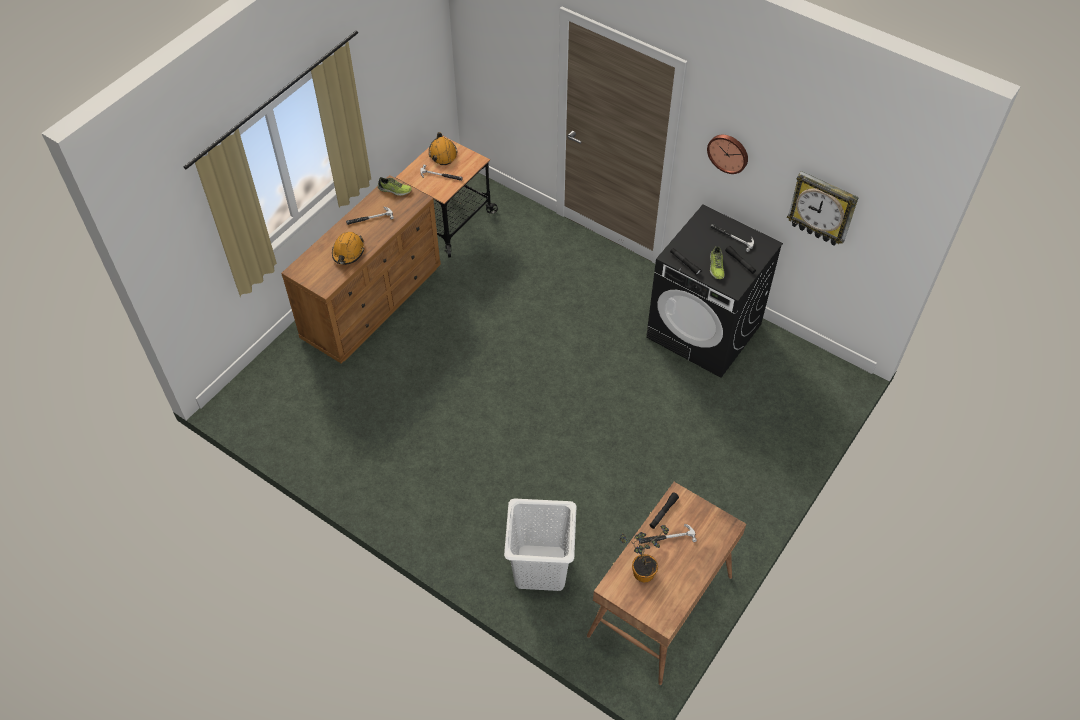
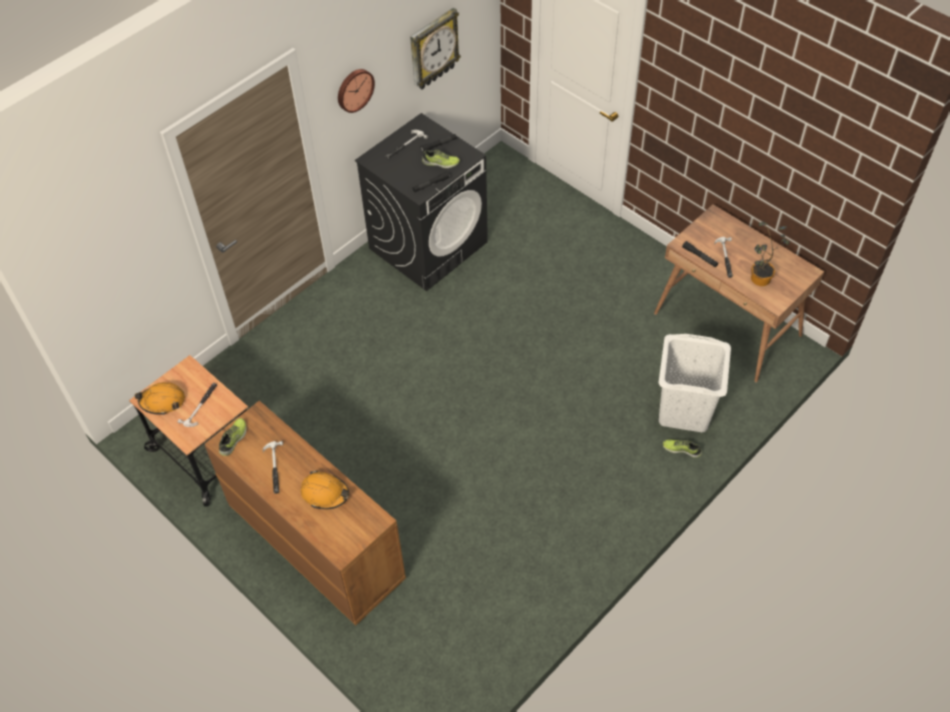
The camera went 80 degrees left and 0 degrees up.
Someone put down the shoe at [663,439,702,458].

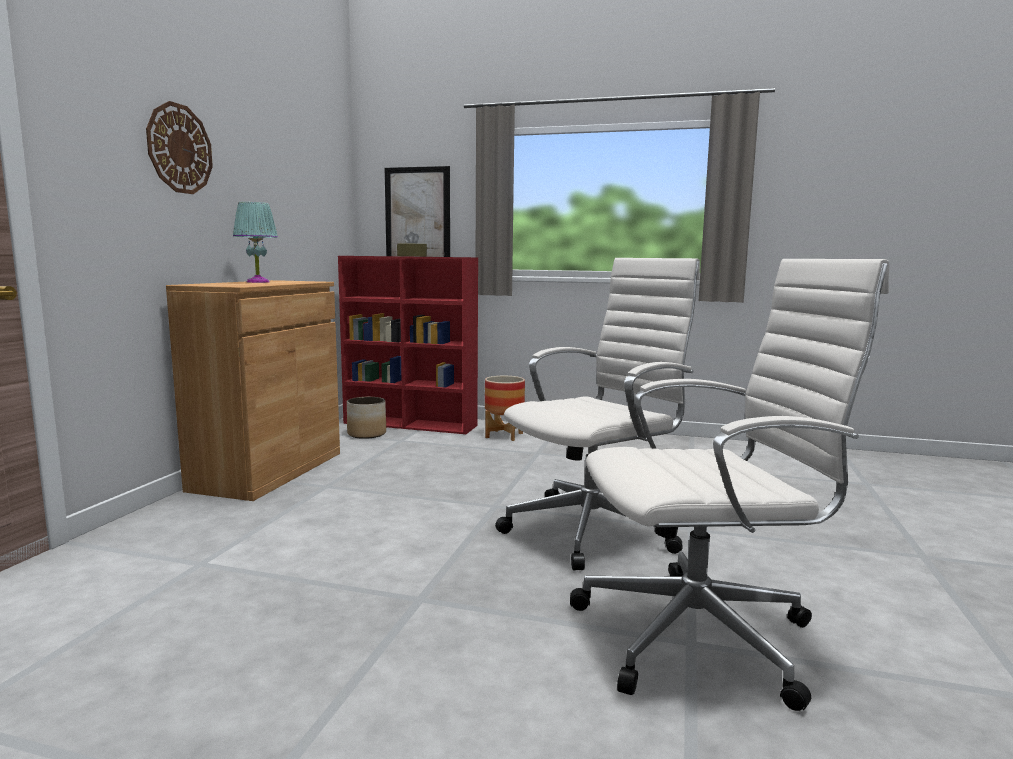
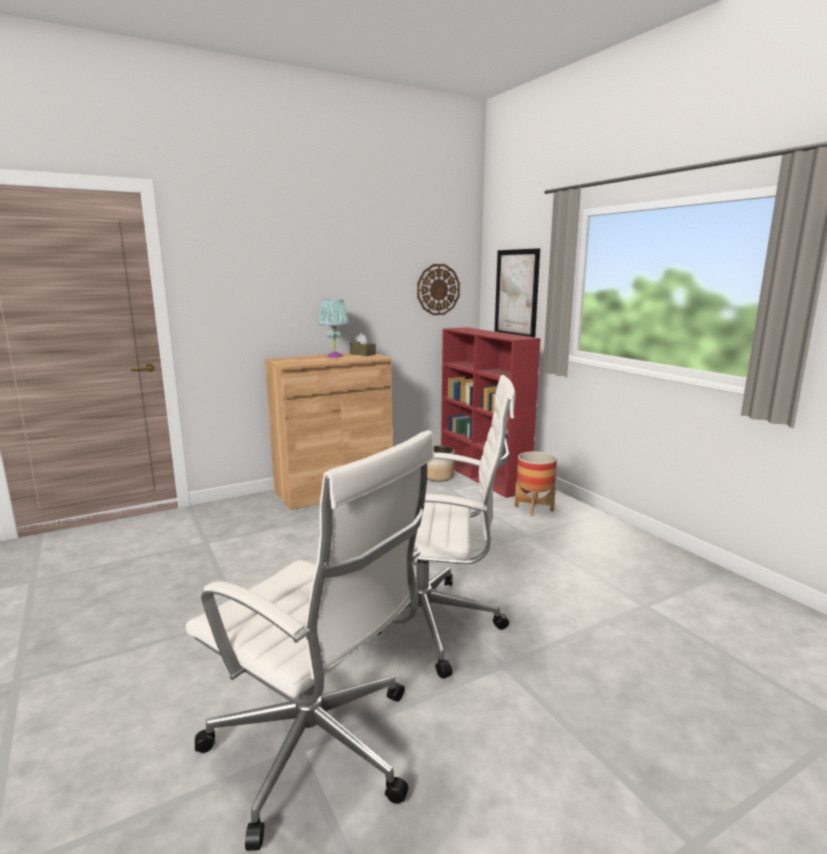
The camera went 45 degrees right and 5 degrees up.
Someone carried the wall clock from [146,101,213,194] to [417,264,460,315].
Someone carried the brown-coloured box of tissues from [397,232,427,256] to [350,333,376,356].

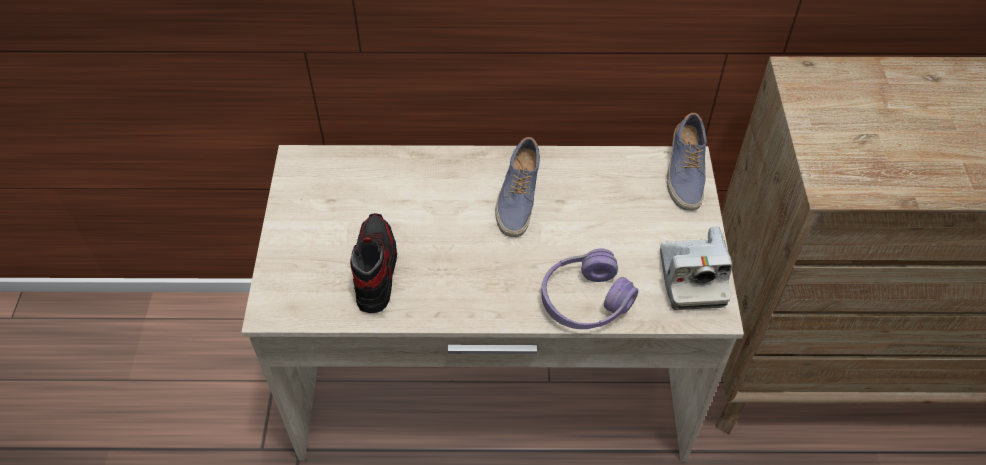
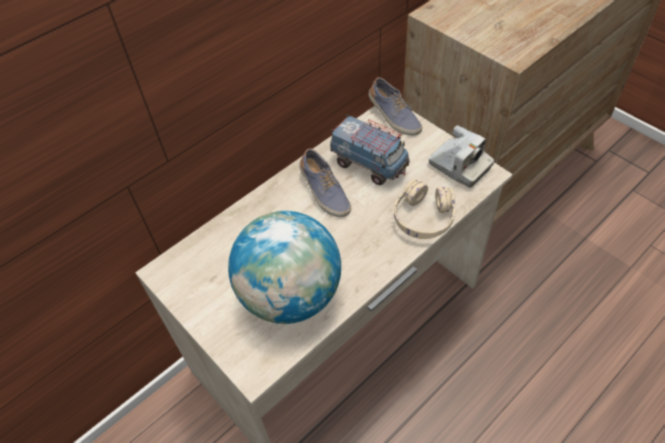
The camera went 40 degrees left and 0 degrees up.
Someone put down the toy truck at [330,114,410,185].
Someone swapped the shoe at [350,213,397,313] for the globe at [228,211,341,324].
Someone repainted the purple pair of headphones at [541,248,638,329], which became the beige-coloured pair of headphones at [394,179,455,239].

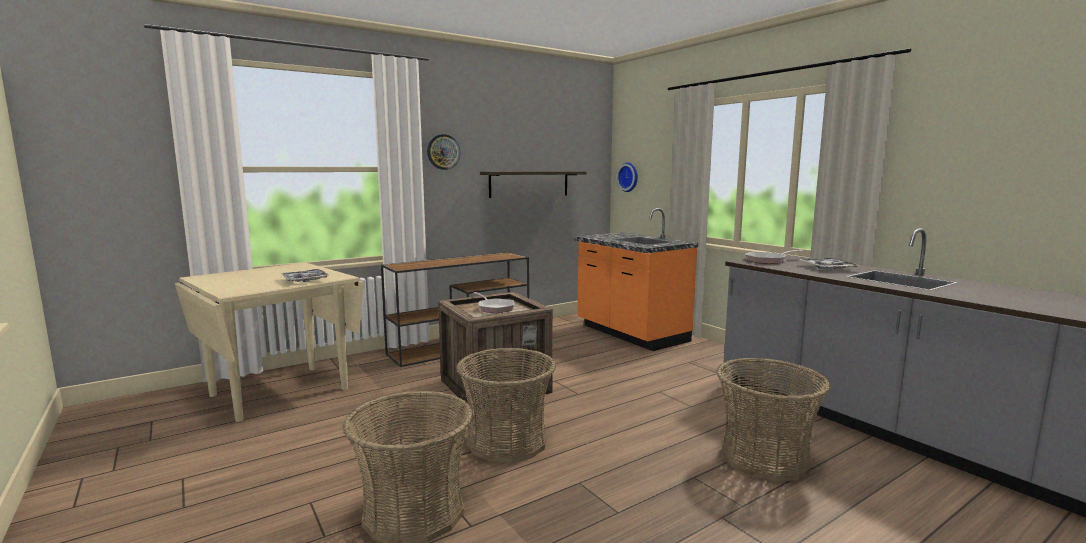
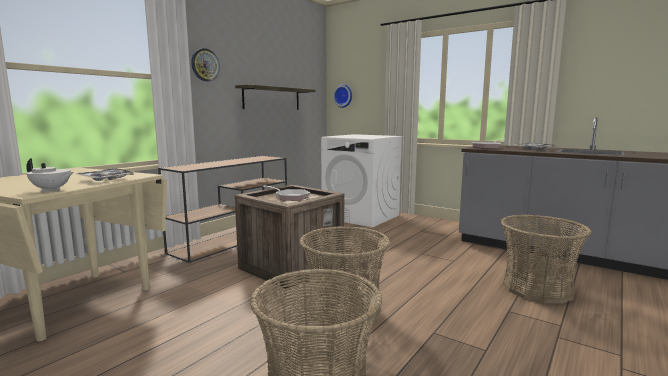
The camera went 20 degrees left and 0 degrees up.
Someone put down the whitish teapot at [26,158,74,192].
Someone swapped the orange-coloured kitchen base unit at [575,208,698,351] for the whitish laundry machine at [321,134,403,227].

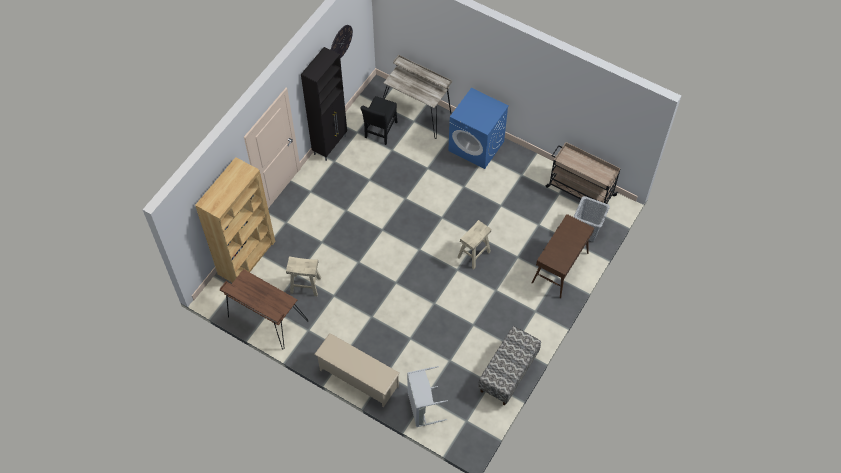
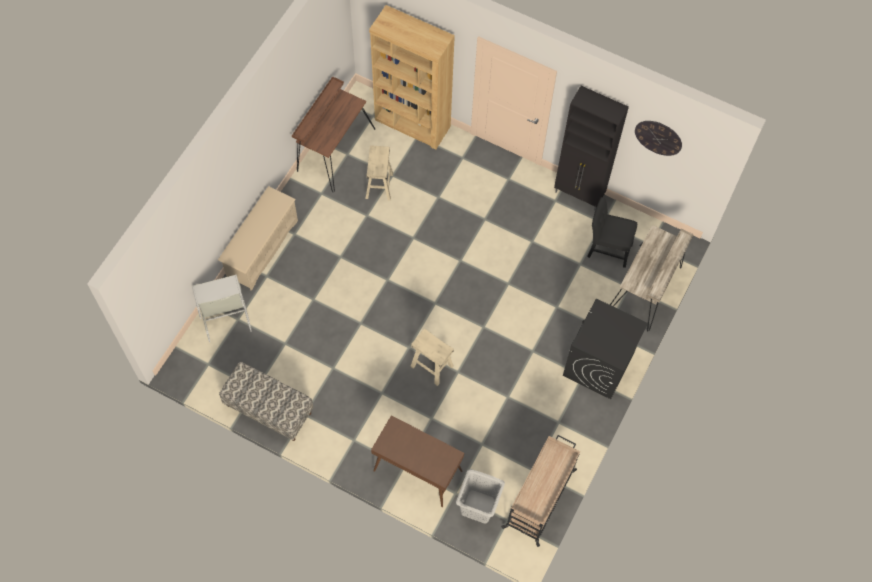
The camera went 85 degrees right and 5 degrees up.
Someone repainted the bluish laundry machine at [448,88,509,169], which became the black-coloured laundry machine at [563,299,648,399].

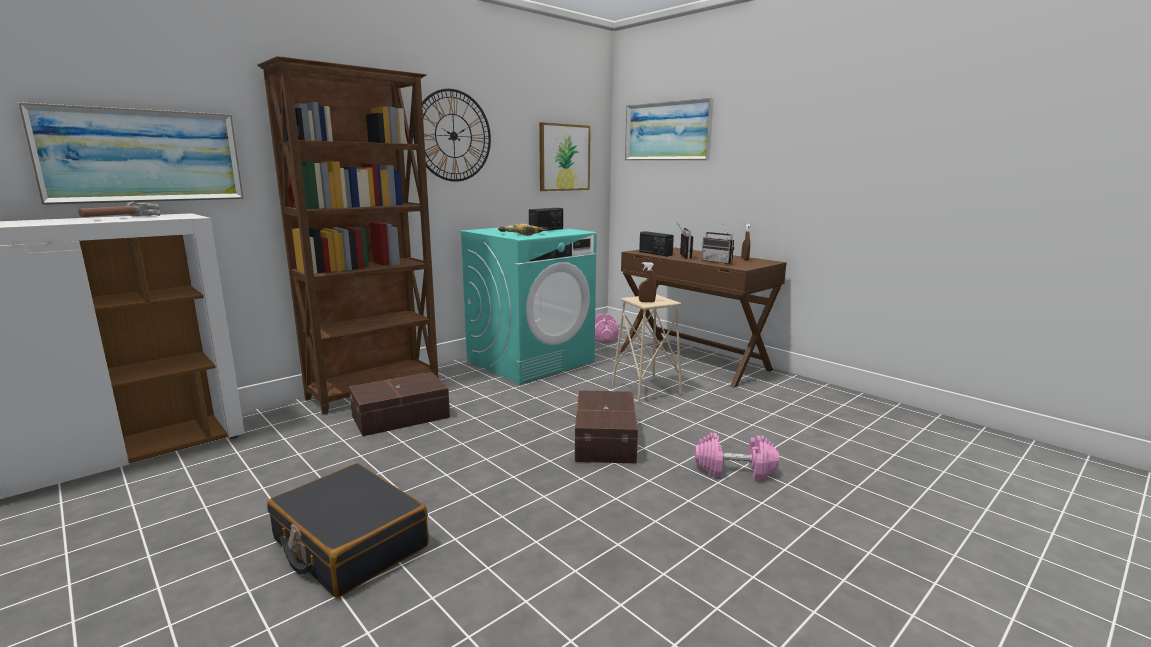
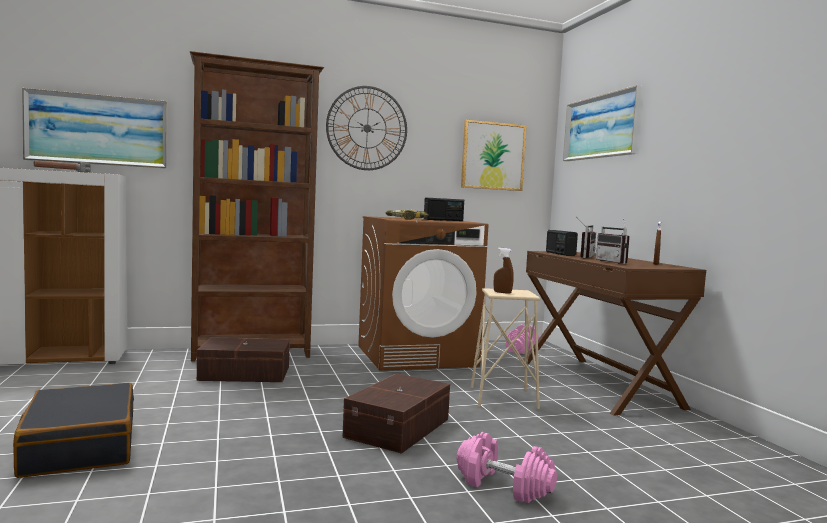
The camera went 25 degrees right and 10 degrees down.
Someone repainted the turquoise laundry machine at [459,228,597,384], which became the brown-coloured laundry machine at [358,216,489,371].

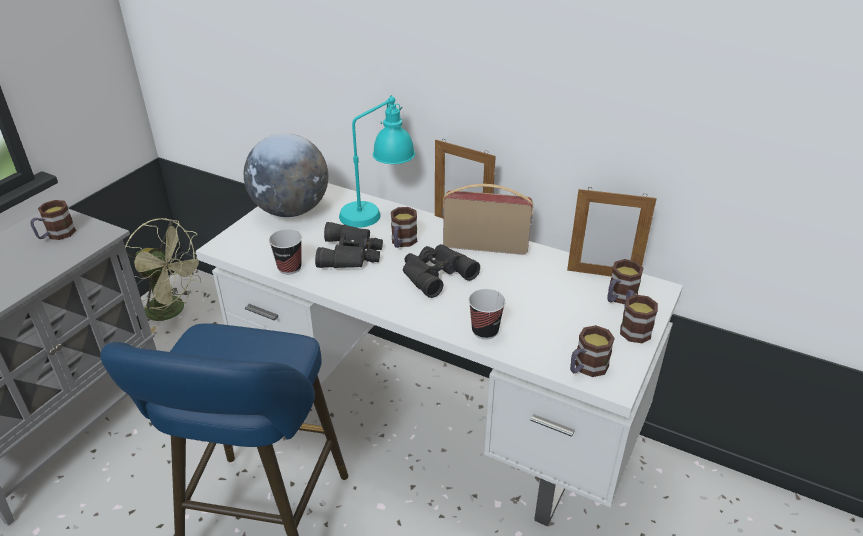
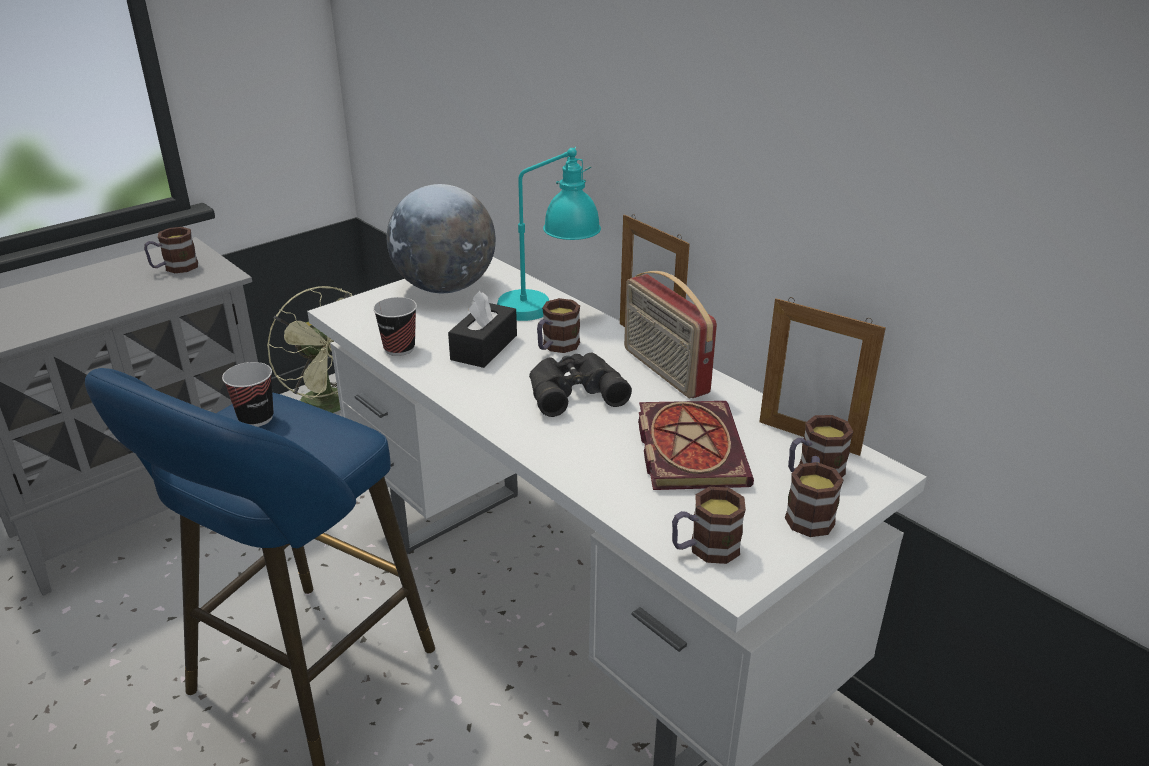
The camera went 20 degrees right and 5 degrees down.
Someone put down the volume at [638,401,754,490].
Someone carried the drinking cup from [468,289,506,339] to [222,362,274,427].
Someone swapped the black-coloured binoculars at [315,222,383,268] for the black-coloured box of tissues at [448,291,517,368].
Someone rotated the radio set at [442,184,533,255] by 150 degrees counterclockwise.

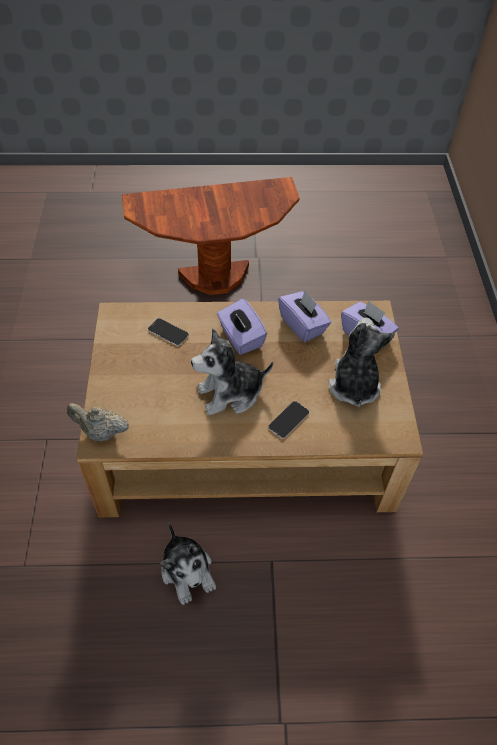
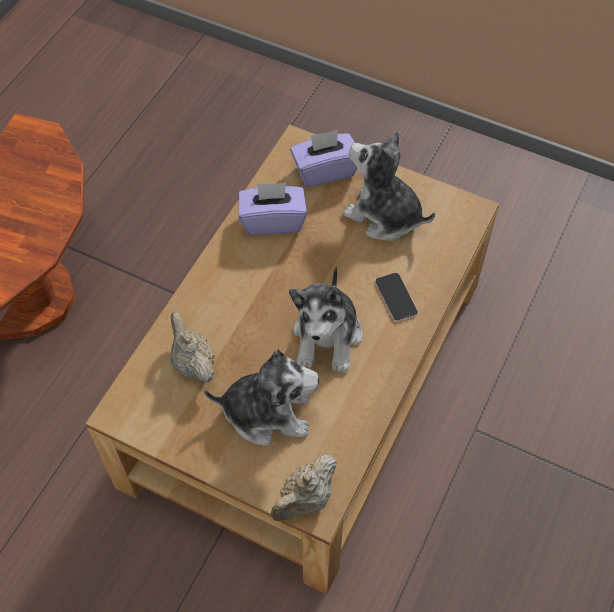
The camera went 60 degrees left and 5 degrees up.
Someone took away the purple box of tissues at [217,299,267,355].
Someone carried the cuddly toy from [161,522,216,605] to [204,349,319,445].
Someone swapped the phone at [148,318,189,346] for the beige-coloured teapot at [170,312,215,383].

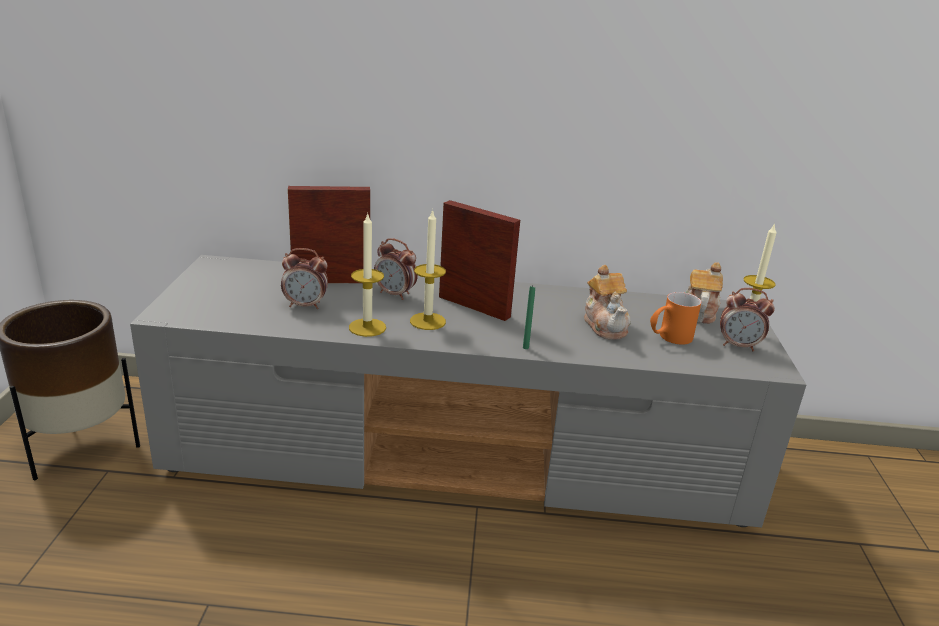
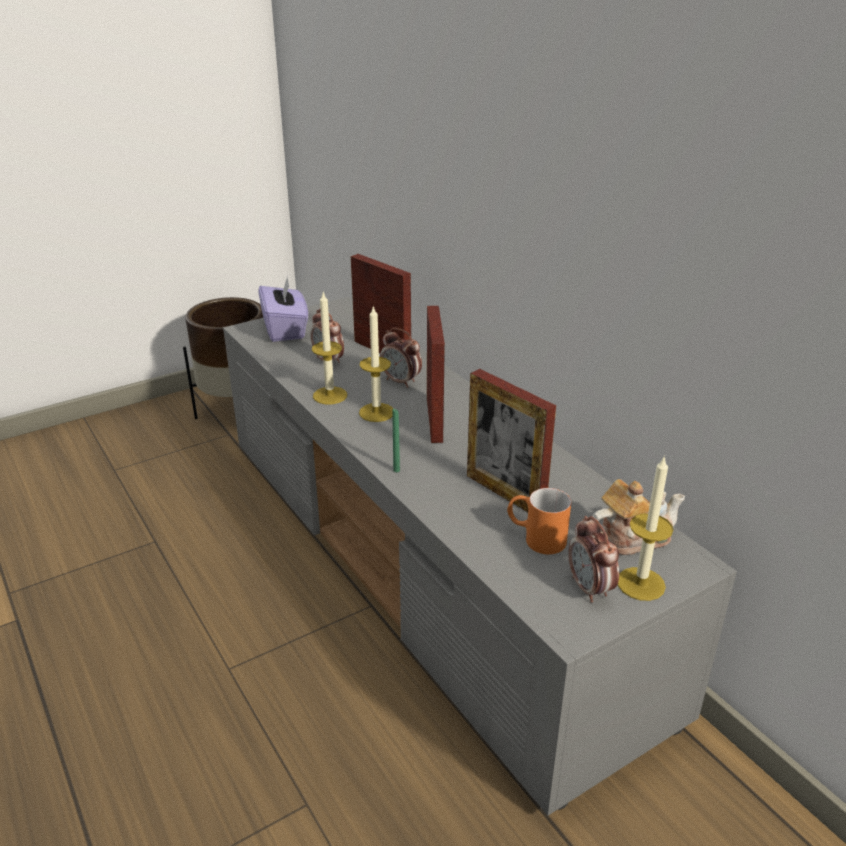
The camera went 55 degrees right and 5 degrees up.
Someone put down the purple box of tissues at [258,276,308,342].
Someone swapped the teapot at [584,265,631,340] for the standing frame at [467,369,556,512].
Someone rotated the table clock at [374,238,418,300] by 45 degrees counterclockwise.

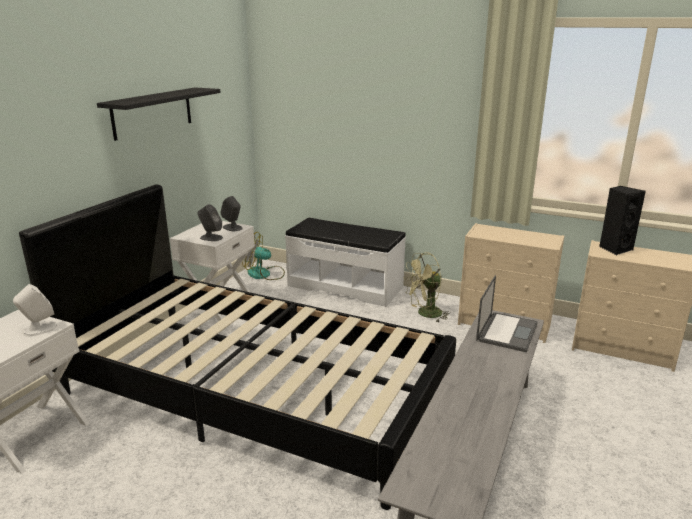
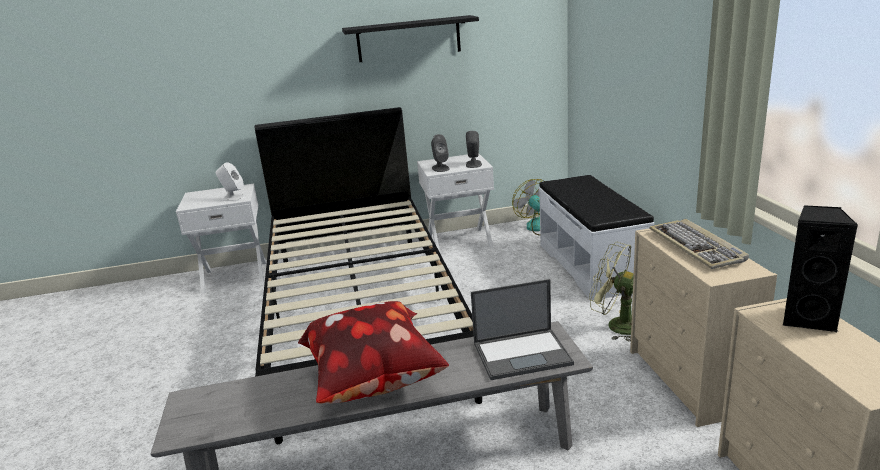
The camera went 55 degrees right and 0 degrees up.
Someone put down the throw pillow at [298,301,449,404].
Someone put down the PC keyboard at [649,219,749,269].

